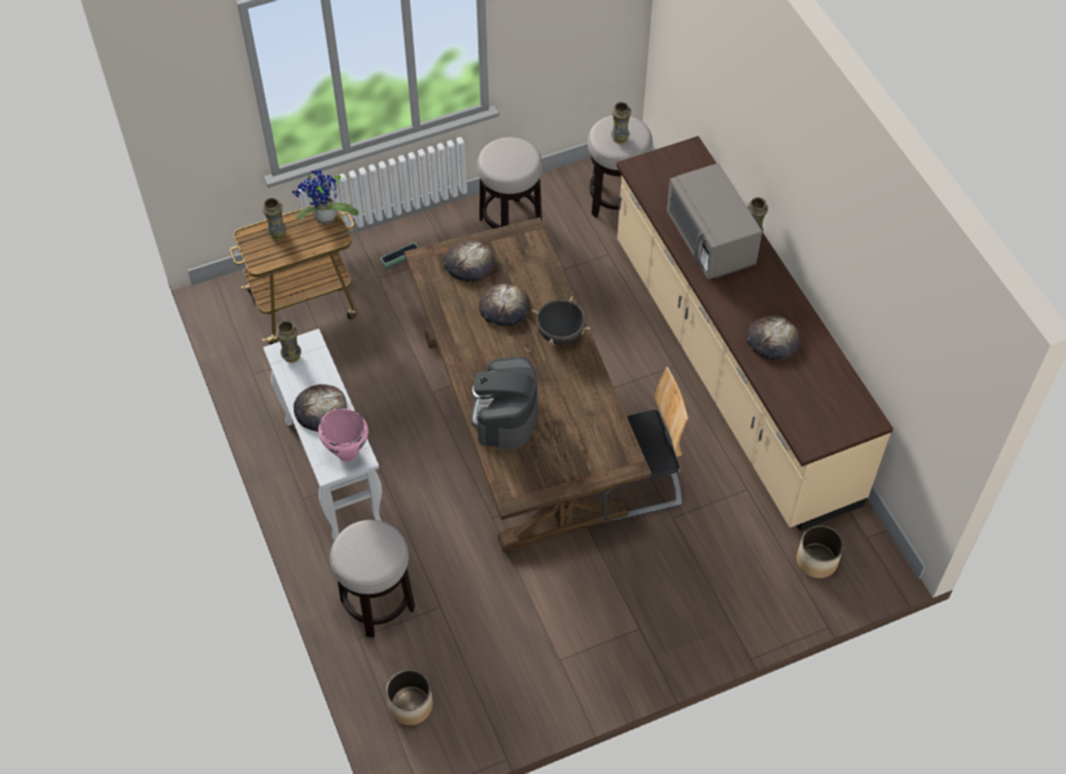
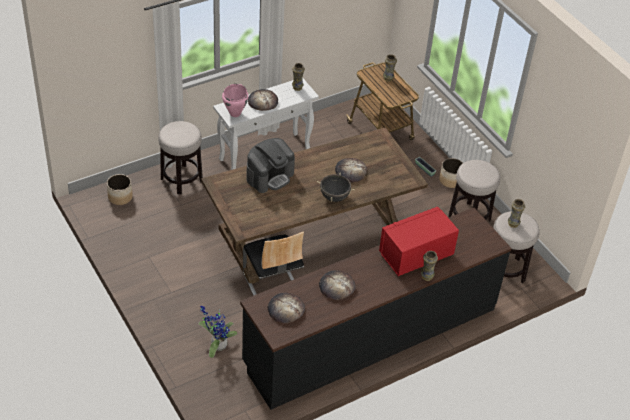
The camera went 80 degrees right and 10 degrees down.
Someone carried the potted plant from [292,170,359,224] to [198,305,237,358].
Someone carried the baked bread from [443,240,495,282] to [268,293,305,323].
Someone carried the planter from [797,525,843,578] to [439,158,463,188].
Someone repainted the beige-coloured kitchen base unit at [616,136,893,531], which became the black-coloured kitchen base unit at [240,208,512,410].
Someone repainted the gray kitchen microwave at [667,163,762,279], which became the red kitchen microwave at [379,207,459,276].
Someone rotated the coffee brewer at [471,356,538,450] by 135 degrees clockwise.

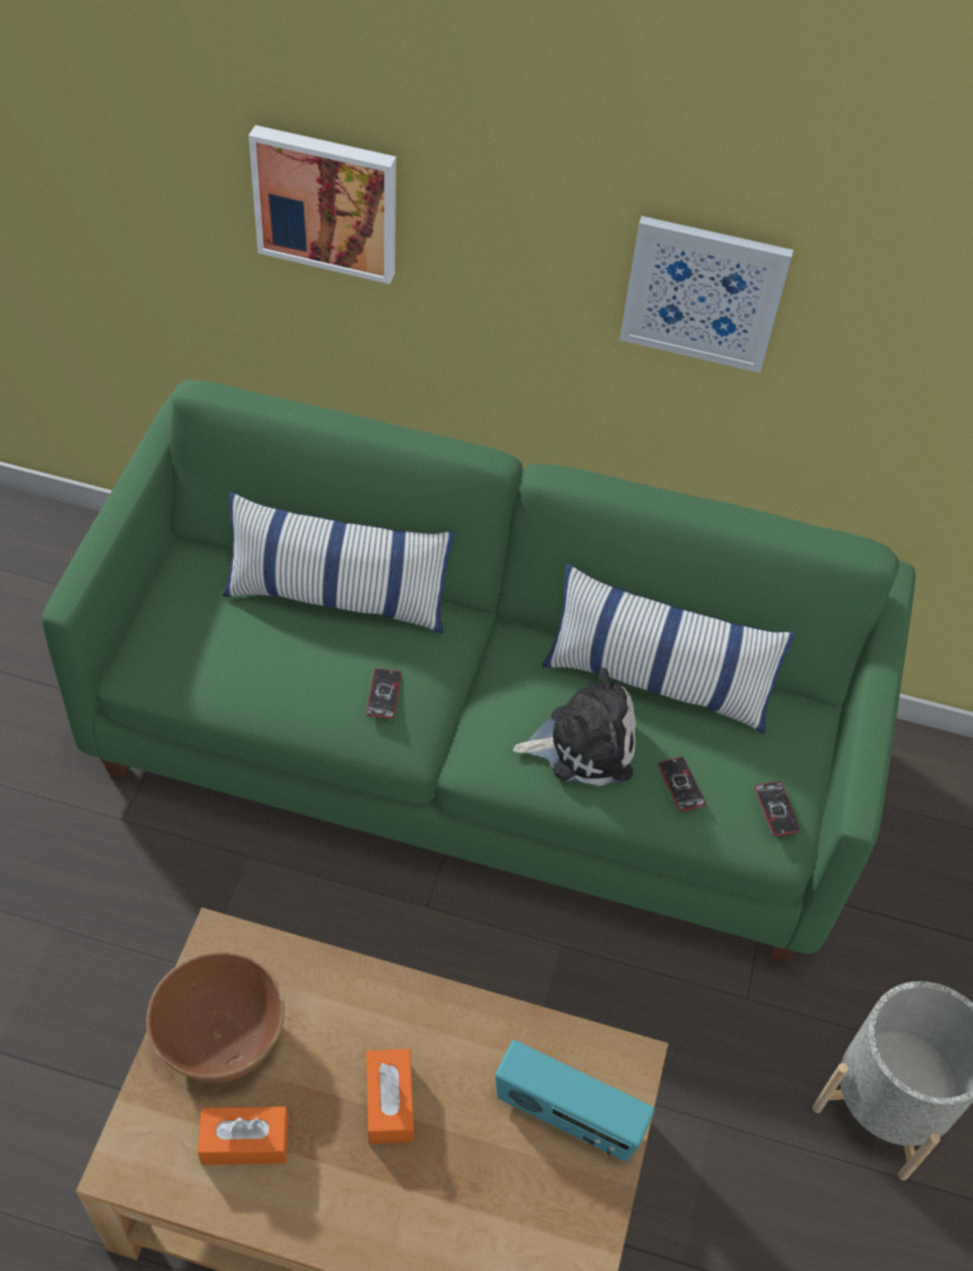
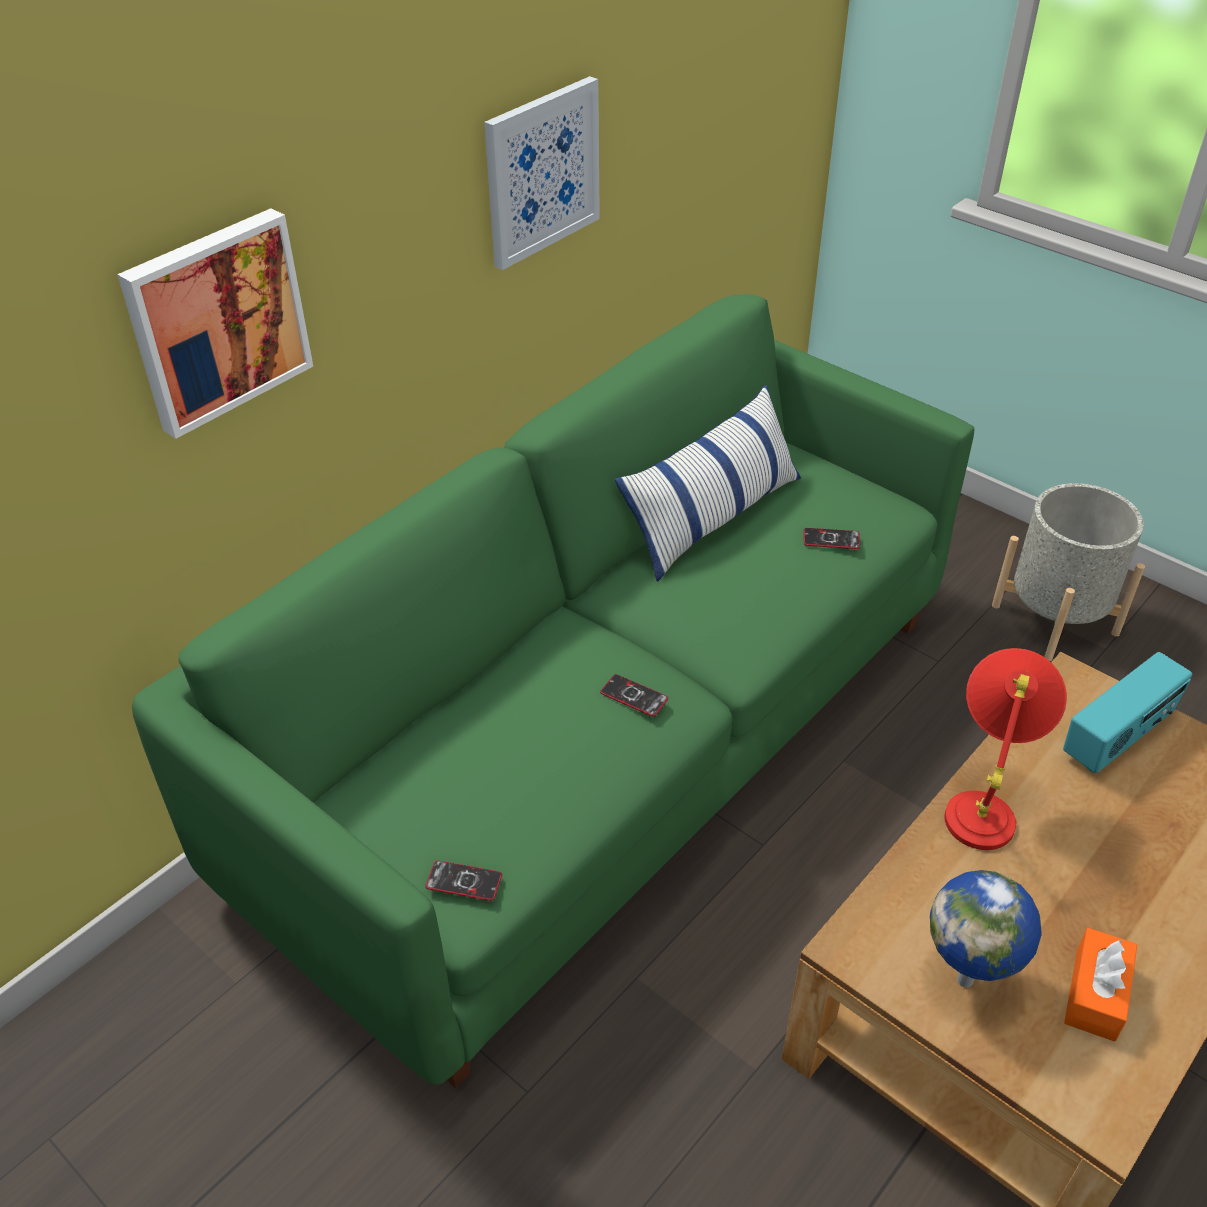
The camera went 60 degrees left and 10 degrees down.
Someone took away the throw pillow at [222,492,455,634].
Someone took away the orange-coloured box of tissues at [366,1049,414,1144].
Someone took away the cuddly toy at [513,668,636,786].
Someone put down the red table lamp at [944,648,1067,850].
Someone carried the phone from [755,781,800,836] to [425,861,502,901].
Someone swapped the brown-coloured serving bowl at [146,951,285,1083] for the globe at [930,870,1041,988].

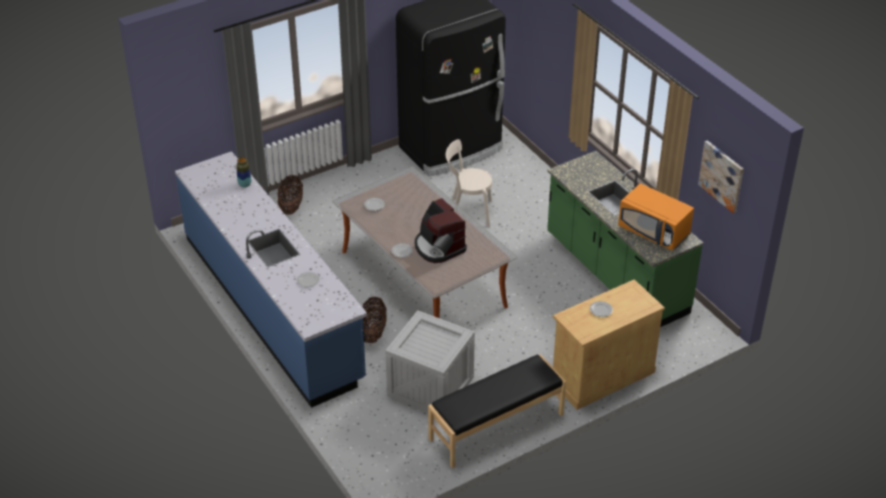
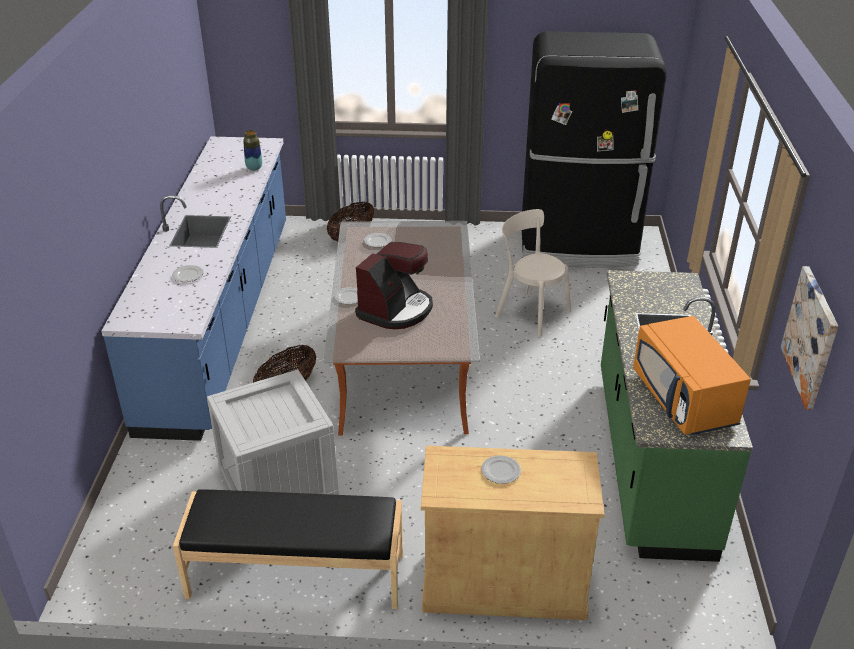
The camera went 35 degrees right and 5 degrees down.
Someone rotated the coffee brewer at [415,198,467,263] by 150 degrees counterclockwise.

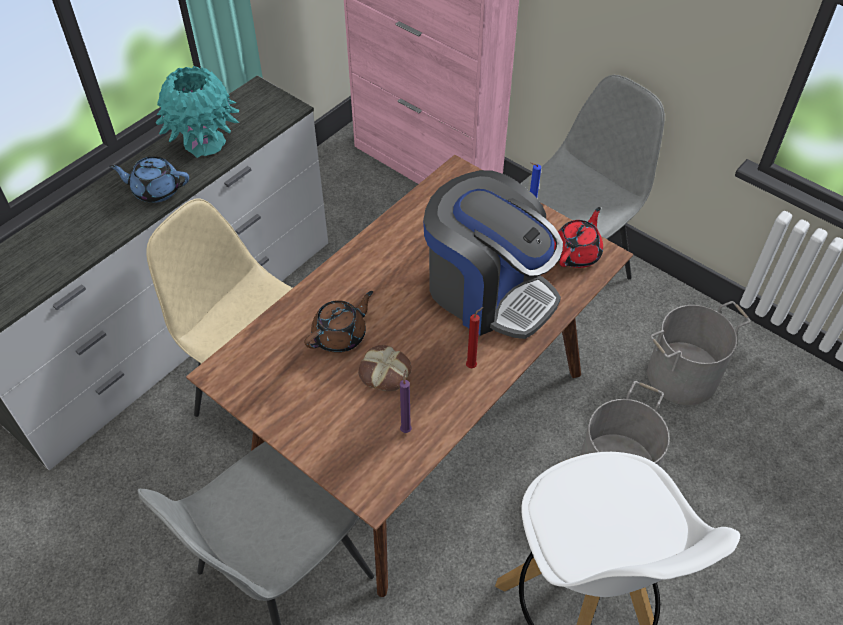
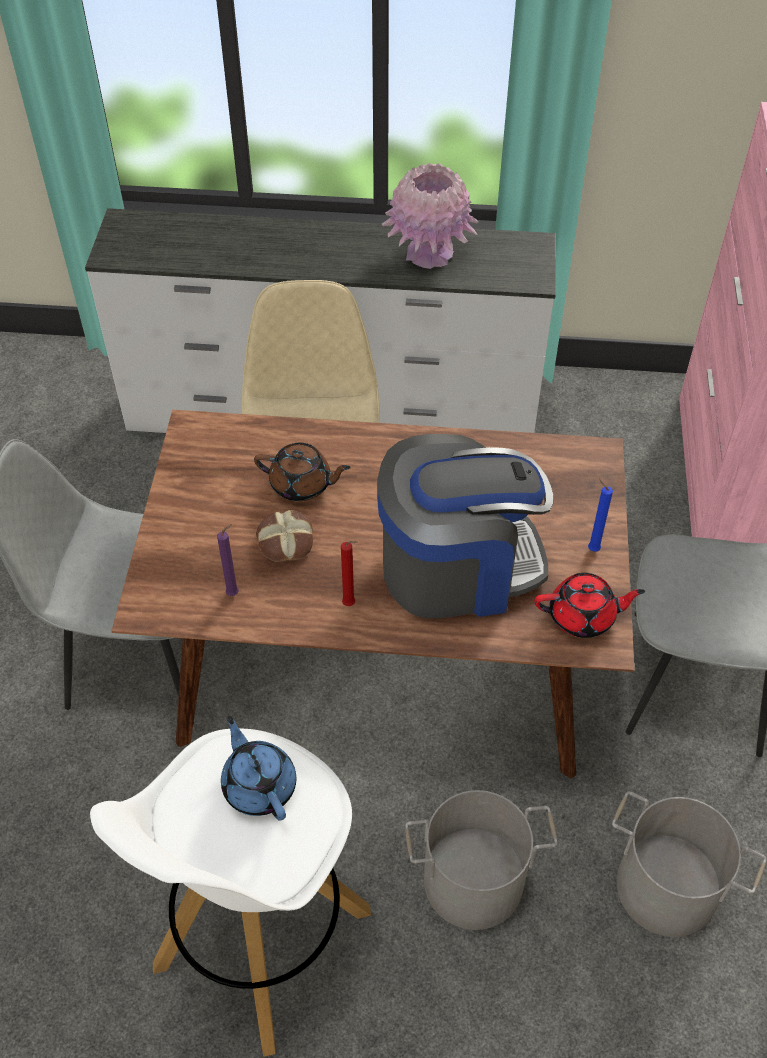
The camera went 55 degrees right and 0 degrees up.
Someone carried the bluish teapot from [109,156,189,203] to [221,715,296,820].
Someone repainted the turquoise decorative vase at [156,66,239,158], which became the pink decorative vase at [382,163,478,269].
Someone rotated the coffee brewer at [423,170,563,339] by 105 degrees counterclockwise.

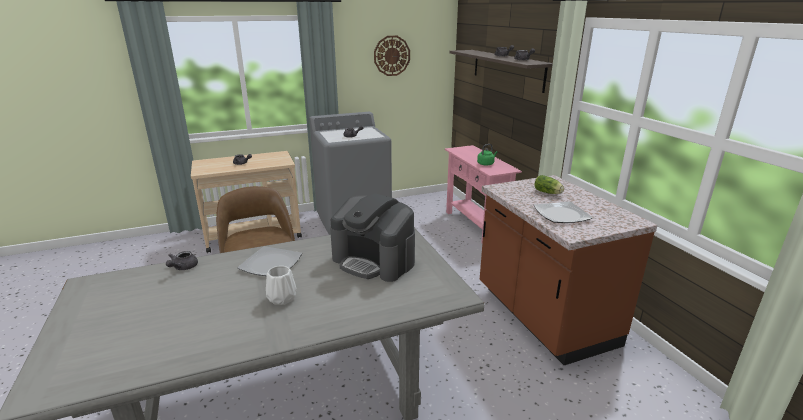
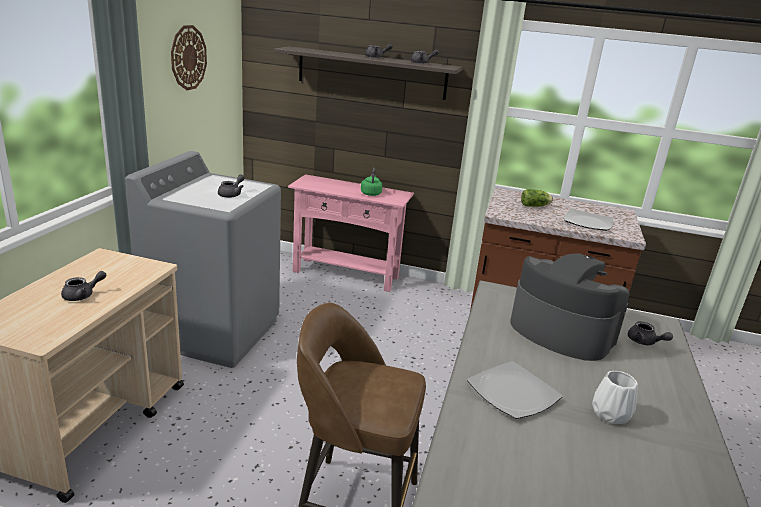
The camera went 55 degrees left and 0 degrees up.
Someone carried the gray teapot from [166,251,198,270] to [628,321,673,345].
Someone rotated the coffee brewer at [330,194,415,282] by 120 degrees counterclockwise.

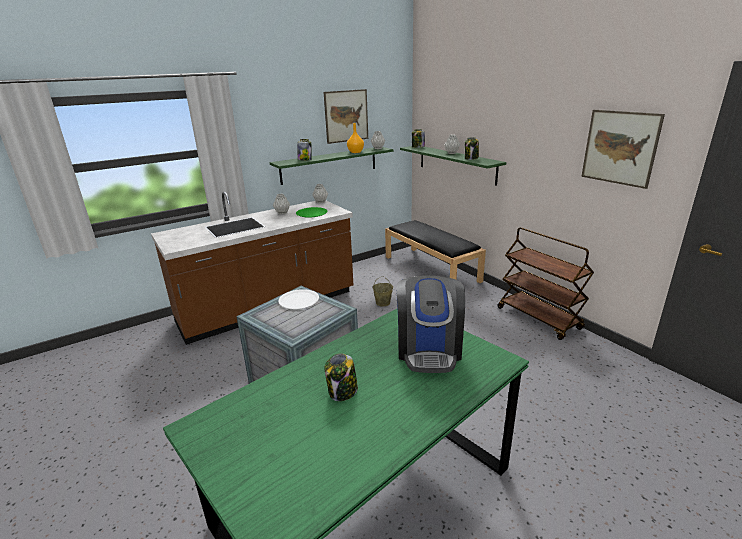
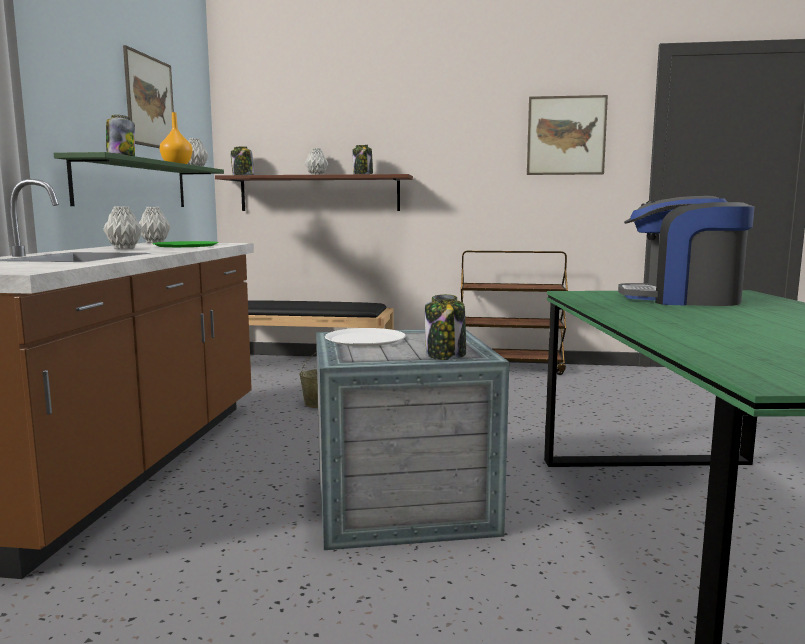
The camera went 50 degrees left and 15 degrees down.
Someone carried the storage jar from [324,353,358,401] to [425,294,466,360].
Someone repainted the greenish shelf at [400,146,506,186], which became the brown-coloured shelf at [215,174,413,211].
Someone rotated the coffee brewer at [396,275,465,373] by 150 degrees clockwise.

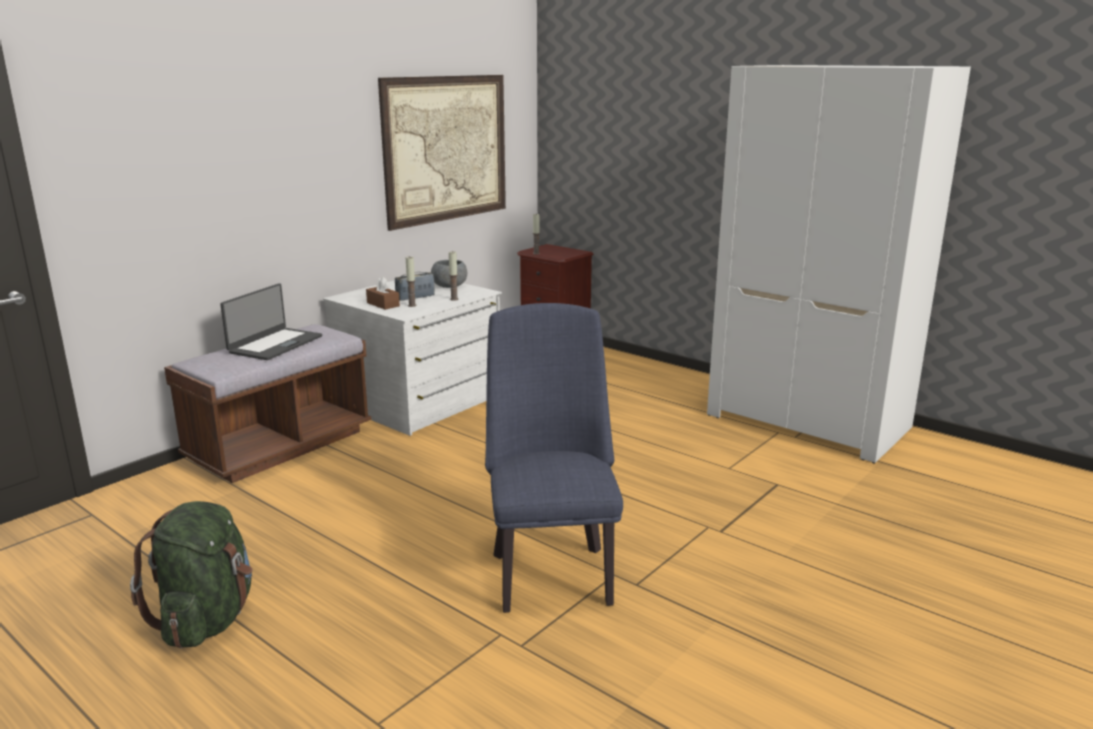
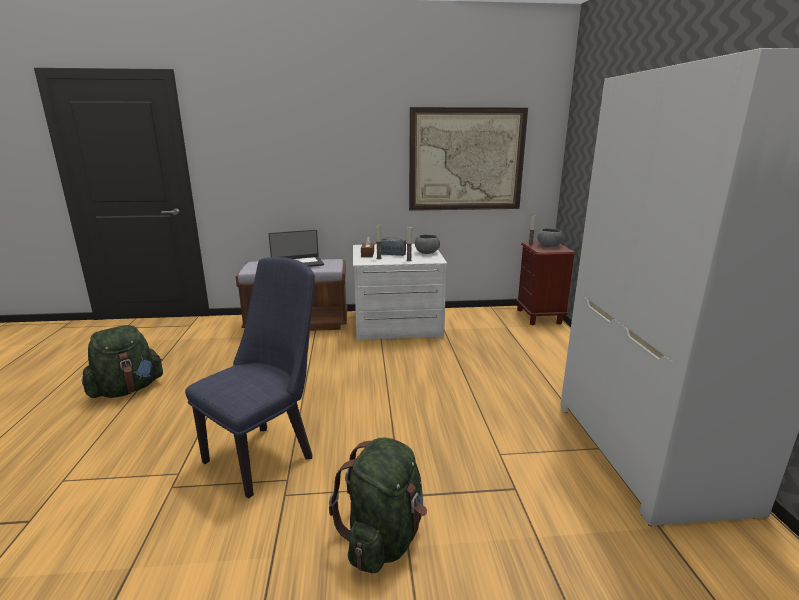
The camera went 45 degrees right and 0 degrees up.
Someone put down the greenish backpack at [329,438,427,573].
Someone put down the gray serving bowl at [537,228,563,247].

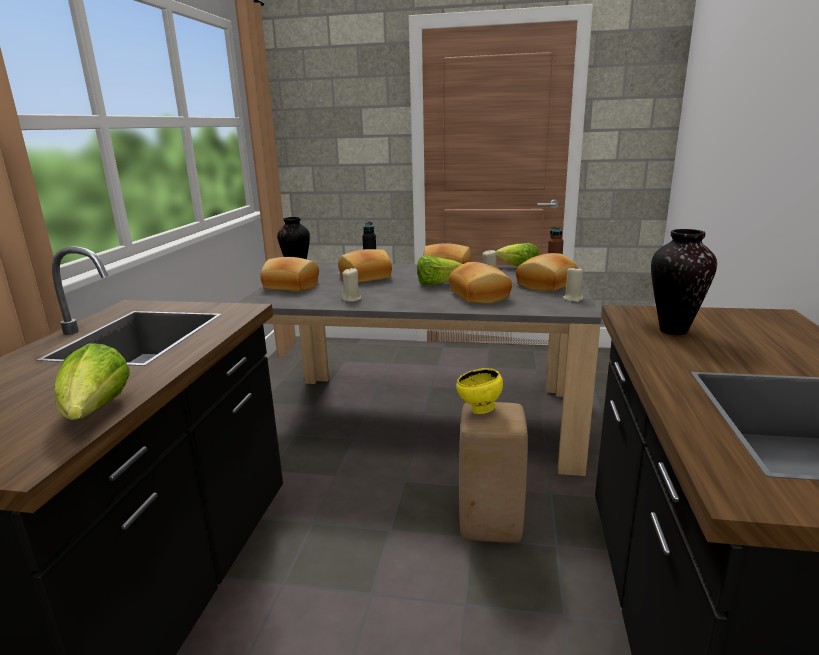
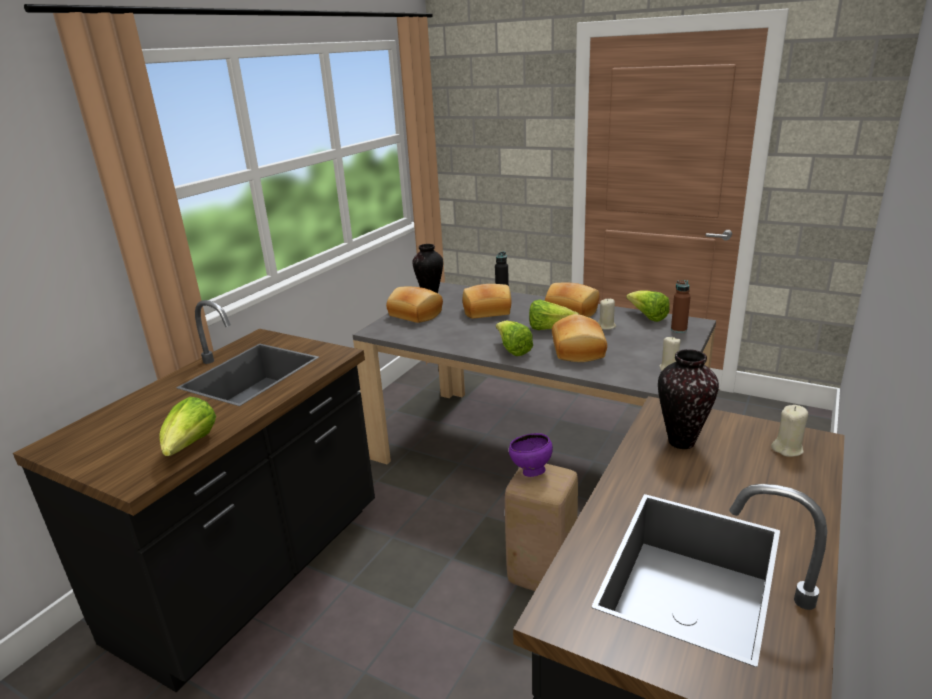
The camera went 20 degrees right and 5 degrees up.
Someone took away the baked bread at [516,253,578,291].
Someone put down the head of lettuce at [496,321,533,356].
Someone carried the beige-coloured candle from [342,268,361,302] to [771,405,808,457].
Someone repainted the yellowish serving bowl at [456,368,503,414], which became the purple serving bowl at [509,433,553,477].

